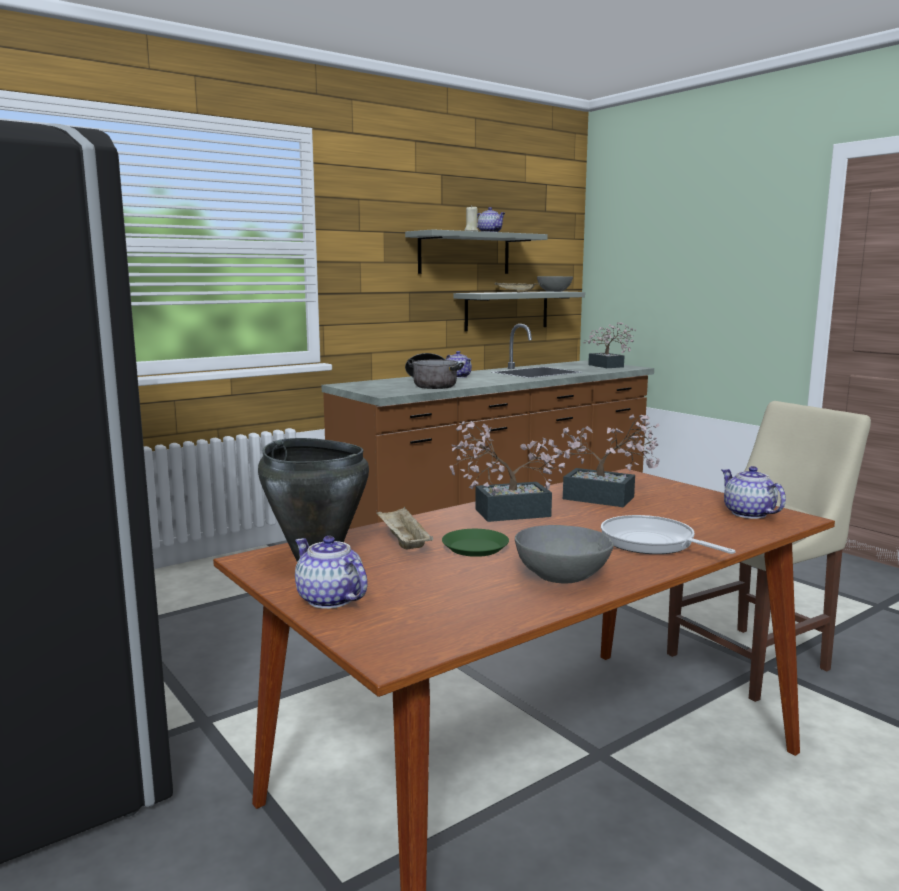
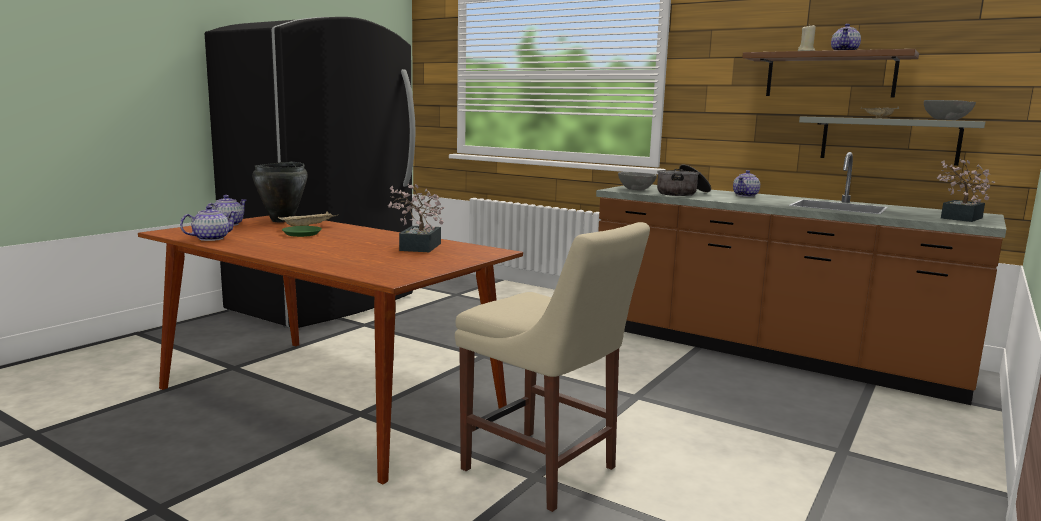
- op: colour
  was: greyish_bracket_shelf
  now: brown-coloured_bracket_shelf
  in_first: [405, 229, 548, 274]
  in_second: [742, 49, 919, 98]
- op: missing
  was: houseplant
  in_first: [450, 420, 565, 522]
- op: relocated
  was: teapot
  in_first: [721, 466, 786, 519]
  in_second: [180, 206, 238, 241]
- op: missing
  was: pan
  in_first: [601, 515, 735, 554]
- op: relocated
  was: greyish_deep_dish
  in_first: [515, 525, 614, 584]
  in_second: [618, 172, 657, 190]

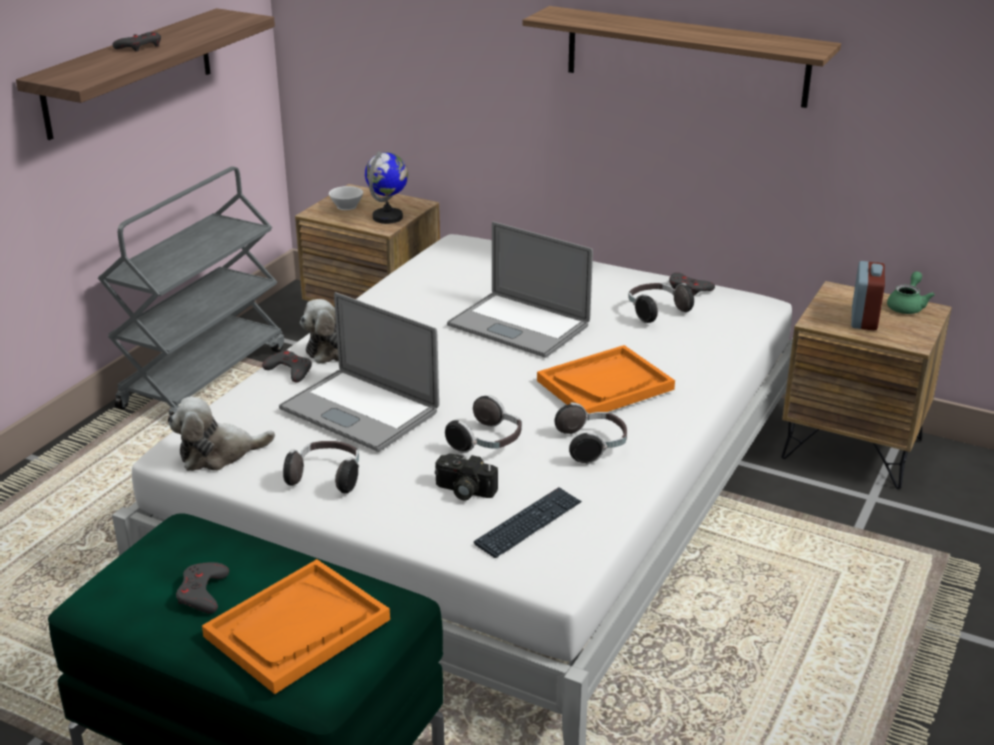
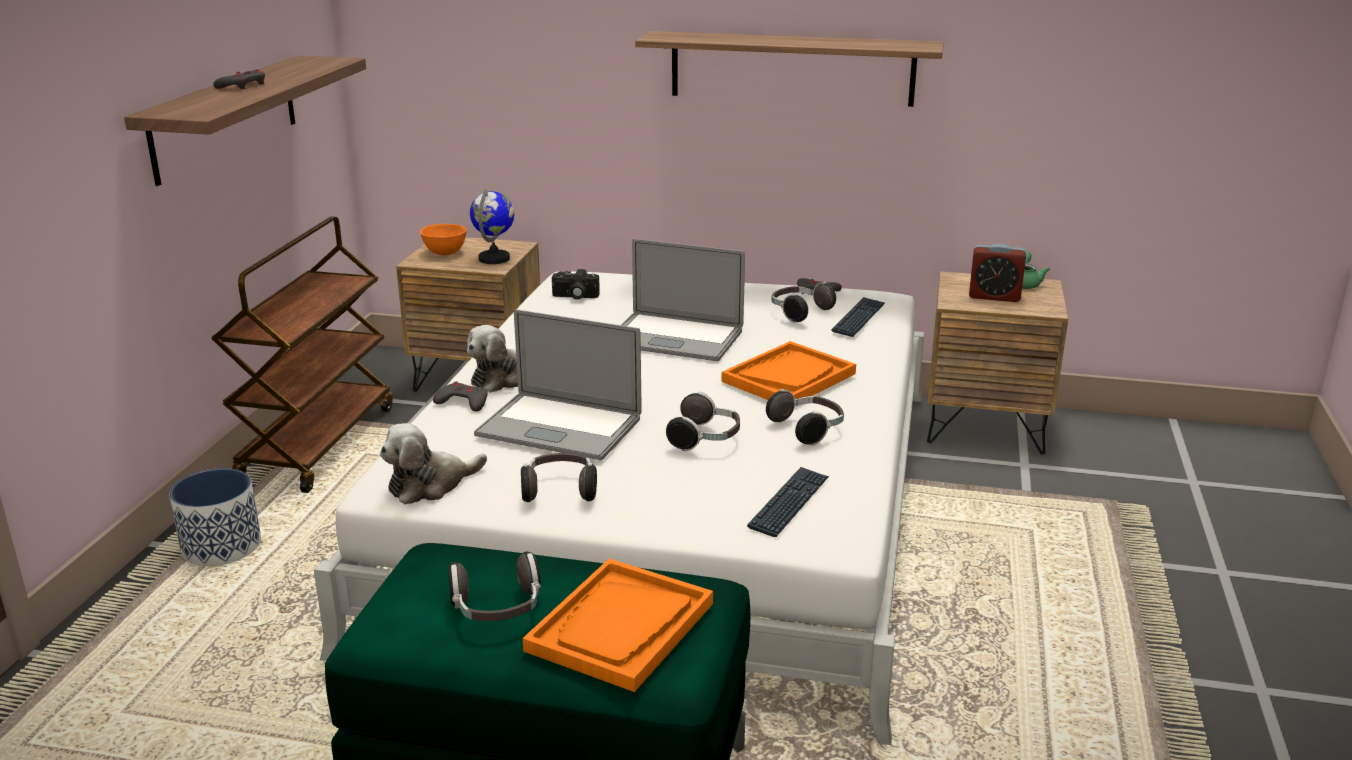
- op: colour
  was: greyish_cart
  now: brown-coloured_cart
  in_first: [98, 166, 284, 423]
  in_second: [211, 216, 393, 493]
- op: exchanged
  was: white-coloured_cup
  now: orange_deep_dish
  in_first: [329, 186, 363, 210]
  in_second: [420, 224, 466, 255]
- op: spun
  was: table_clock
  in_first: [851, 261, 885, 331]
  in_second: [969, 244, 1026, 302]
  clockwise: 105
- op: relocated
  was: photo_camera
  in_first: [435, 453, 498, 500]
  in_second: [552, 269, 600, 300]
- op: exchanged
  was: greyish_joypad
  now: pair_of_headphones
  in_first: [176, 562, 229, 614]
  in_second: [448, 551, 541, 621]
- op: appeared
  now: keyboard
  in_second: [831, 297, 885, 337]
- op: appeared
  now: planter
  in_second: [169, 468, 261, 566]

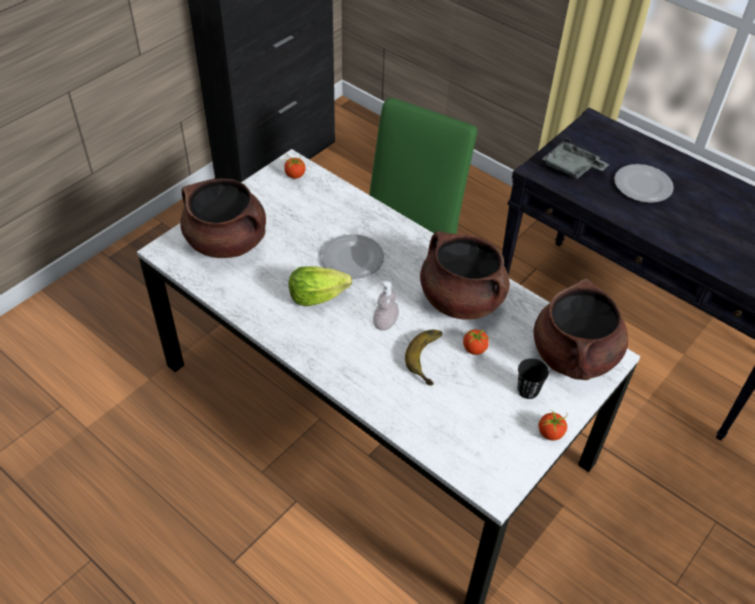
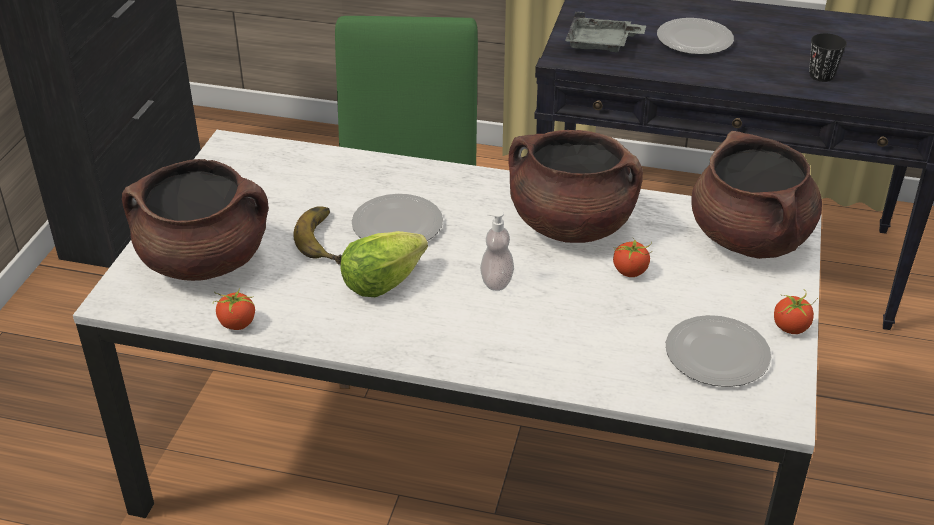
- op: relocated
  was: whole_tomato
  in_first: [284, 155, 306, 179]
  in_second: [213, 290, 255, 330]
- op: relocated
  was: banana
  in_first: [405, 330, 442, 385]
  in_second: [293, 206, 342, 265]
- op: relocated
  was: blackish_cup
  in_first: [517, 358, 549, 399]
  in_second: [809, 33, 847, 82]
- op: appeared
  now: flat_dish
  in_second: [666, 315, 772, 387]

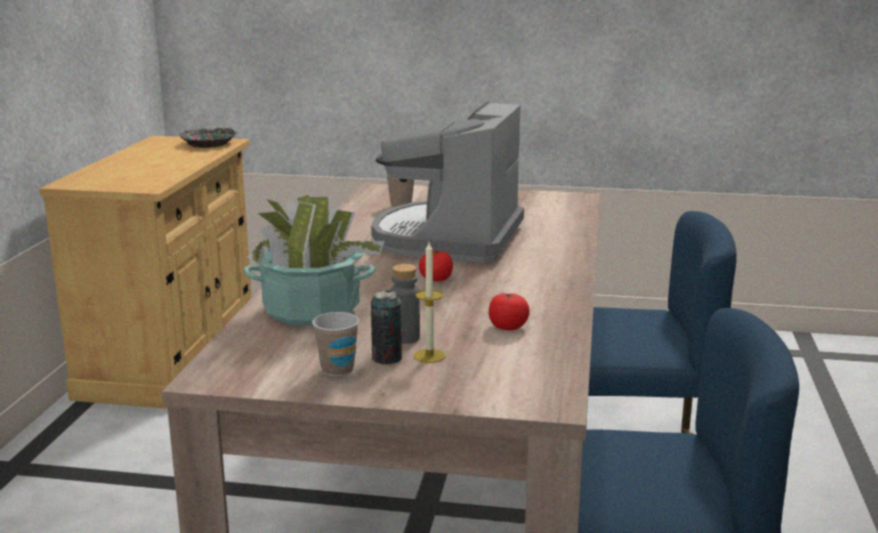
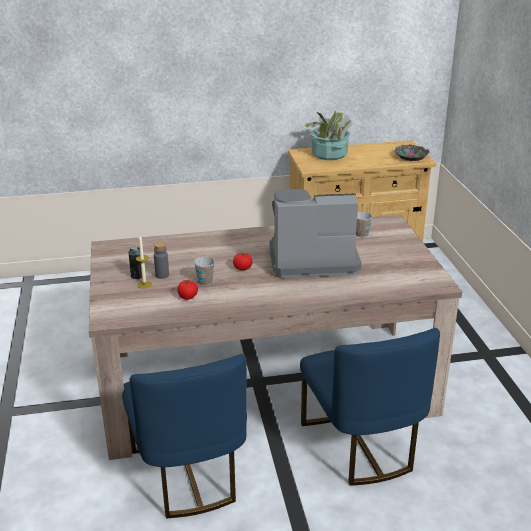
- op: relocated
  was: houseplant
  in_first: [243, 193, 385, 326]
  in_second: [302, 110, 353, 160]
- op: relocated
  was: cup
  in_first: [312, 312, 359, 377]
  in_second: [194, 257, 215, 286]

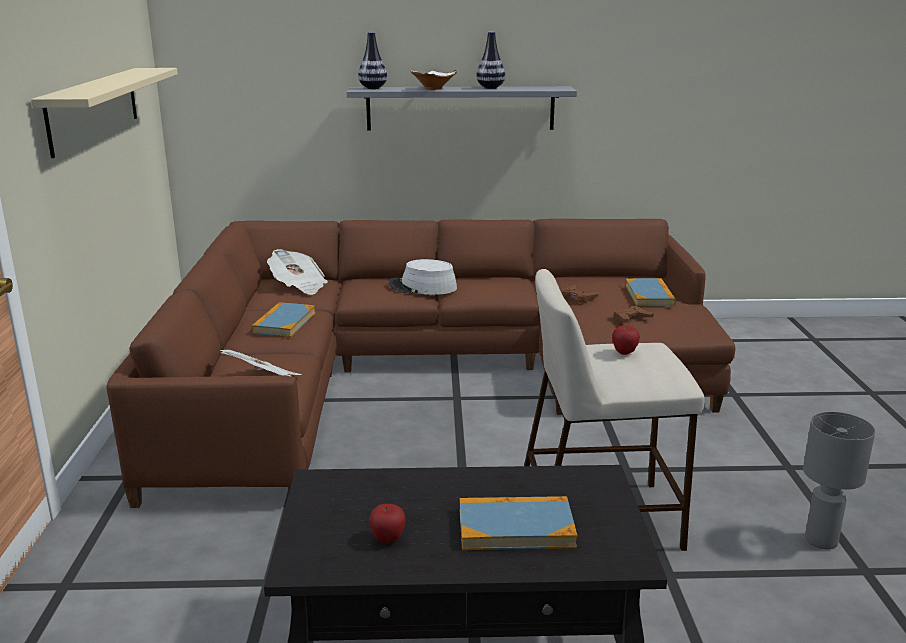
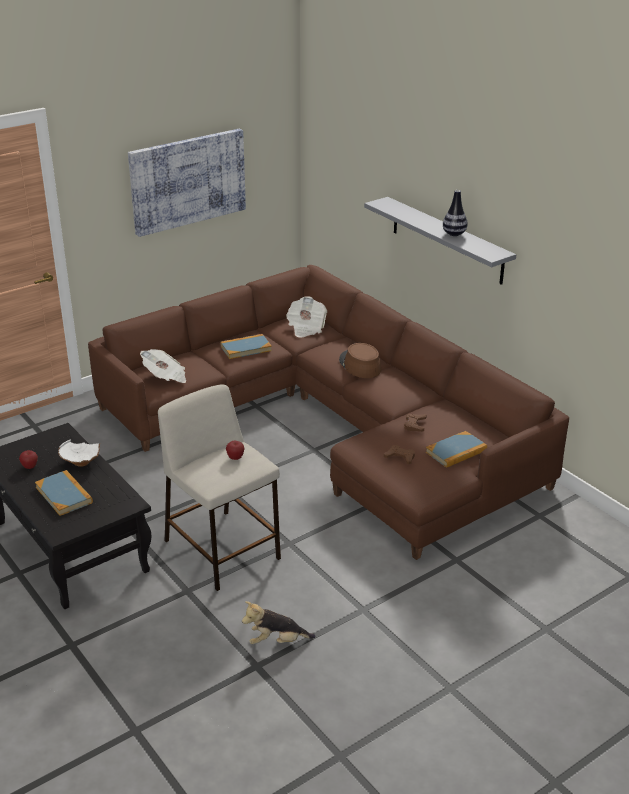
- op: missing
  was: flower_vase
  in_first: [358, 32, 387, 89]
- op: exchanged
  was: beige_bracket_shelf
  now: wall_picture
  in_first: [31, 68, 178, 158]
  in_second: [128, 129, 246, 237]
- op: relocated
  was: white-coloured_deep_dish
  in_first: [411, 70, 457, 90]
  in_second: [58, 440, 100, 467]
- op: colour
  was: greyish_wearable_hat
  now: brown-coloured_wearable_hat
  in_first: [388, 259, 457, 295]
  in_second: [339, 343, 381, 378]
- op: exchanged
  was: greyish_table_lamp
  now: soft_toy
  in_first: [803, 412, 875, 549]
  in_second: [242, 601, 315, 644]

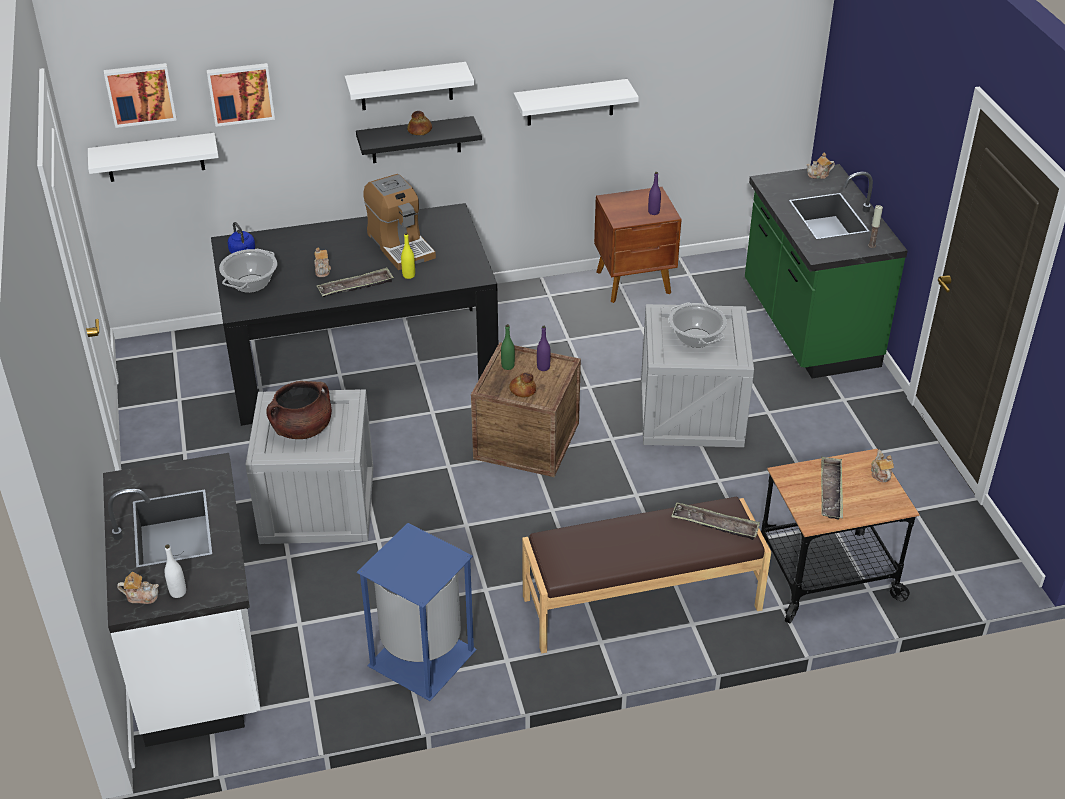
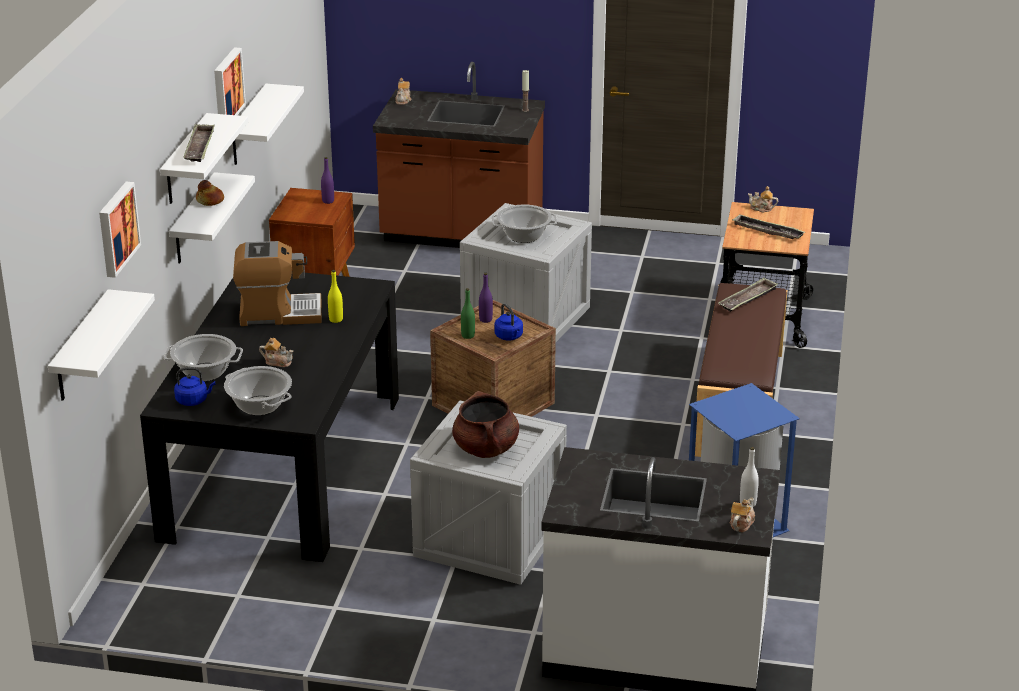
- op: relocated
  was: wall_picture
  in_first: [104, 63, 177, 128]
  in_second: [214, 47, 246, 115]
- op: colour
  was: blackish_bracket_shelf
  now: white-coloured_bracket_shelf
  in_first: [356, 116, 482, 163]
  in_second: [169, 172, 255, 264]
- op: colour
  was: greenish_kitchen_base_unit
  now: brown-coloured_kitchen_base_unit
  in_first: [745, 164, 908, 378]
  in_second: [373, 62, 545, 248]
- op: relocated
  was: serving_tray
  in_first: [317, 267, 394, 297]
  in_second: [183, 124, 215, 162]
- op: exchanged
  was: bakery_bread
  now: blue-coloured_kettle
  in_first: [509, 373, 536, 397]
  in_second: [494, 303, 523, 340]
- op: appeared
  now: cooking_pot
  in_second: [164, 334, 243, 381]

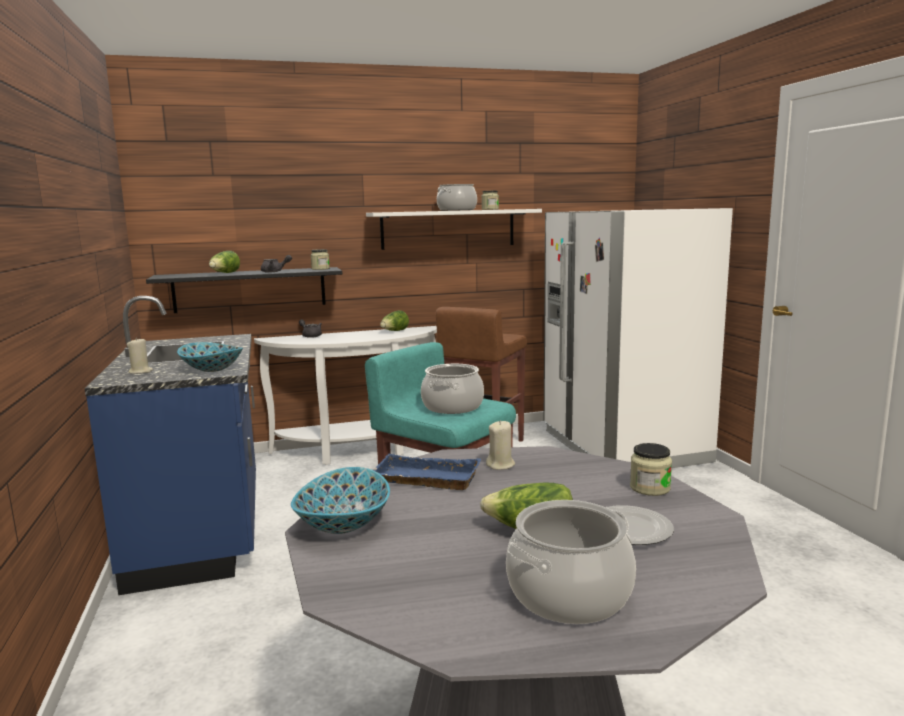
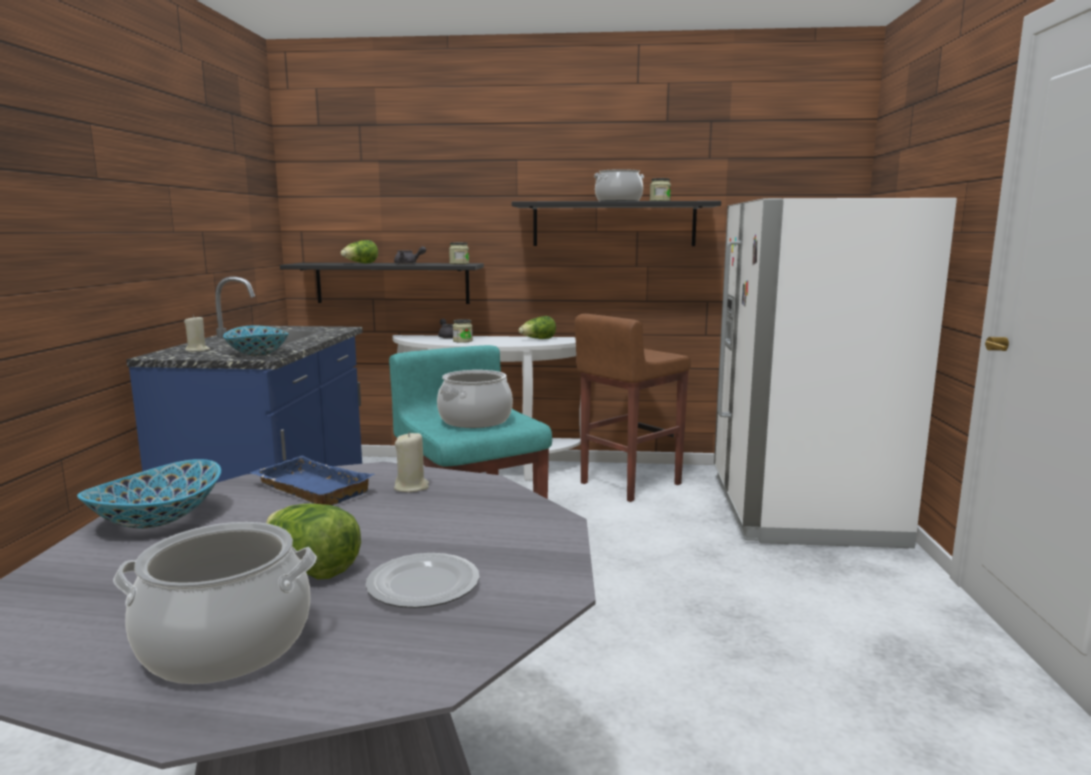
- op: colour
  was: white-coloured_bracket_shelf
  now: blackish_bracket_shelf
  in_first: [366, 209, 542, 250]
  in_second: [512, 201, 721, 246]
- op: relocated
  was: jar
  in_first: [630, 443, 672, 496]
  in_second: [452, 319, 473, 343]

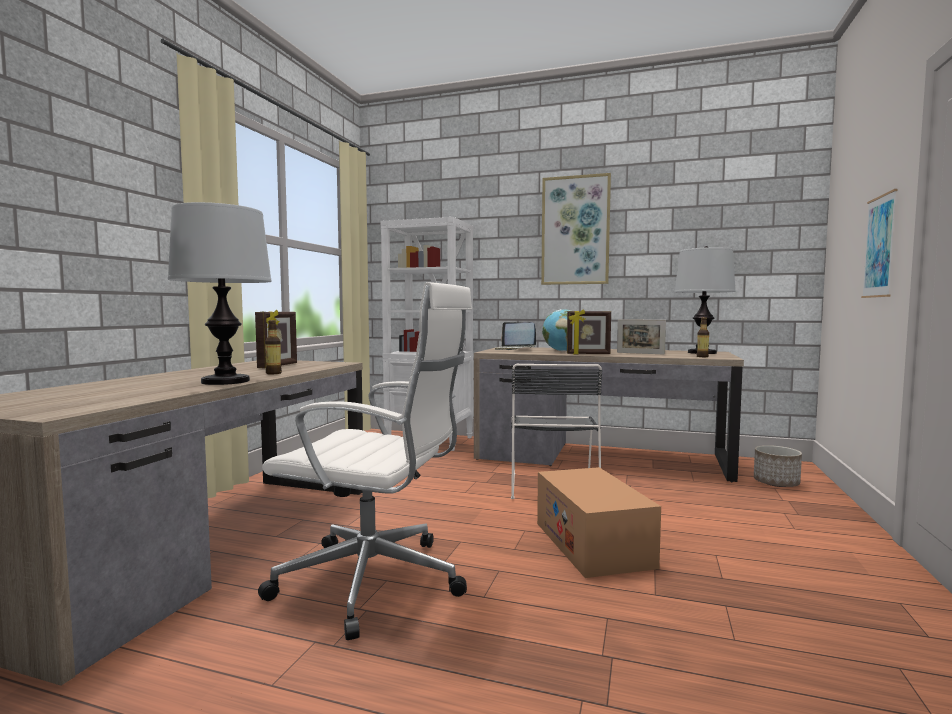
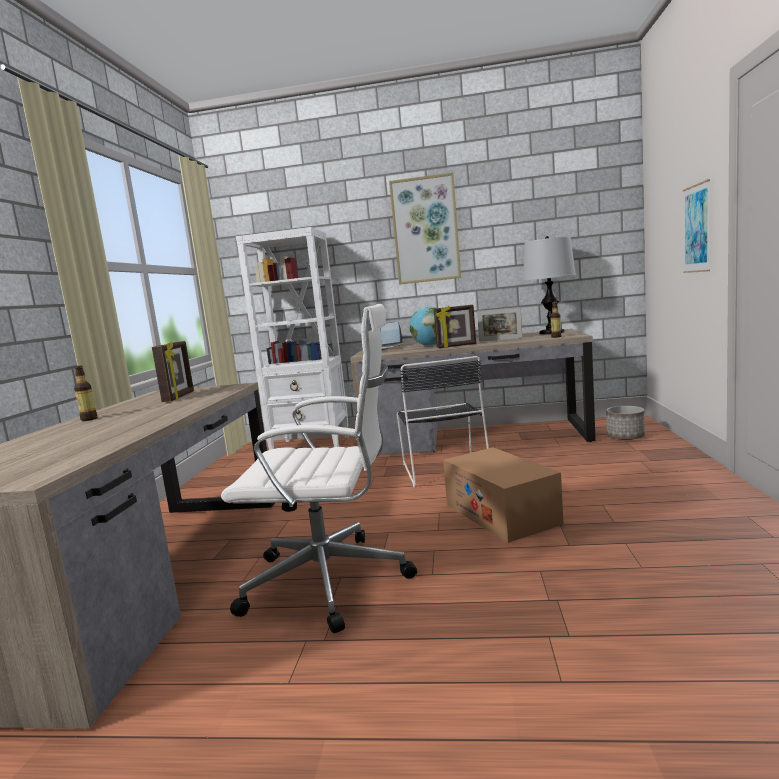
- op: missing
  was: table_lamp
  in_first: [168, 202, 272, 385]
- op: relocated
  was: beverage_bottle
  in_first: [265, 320, 282, 374]
  in_second: [74, 366, 98, 421]

